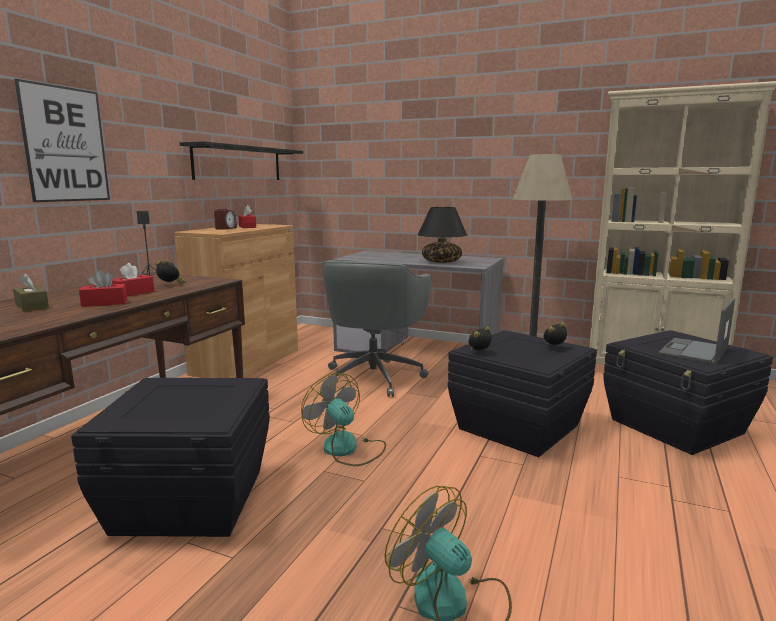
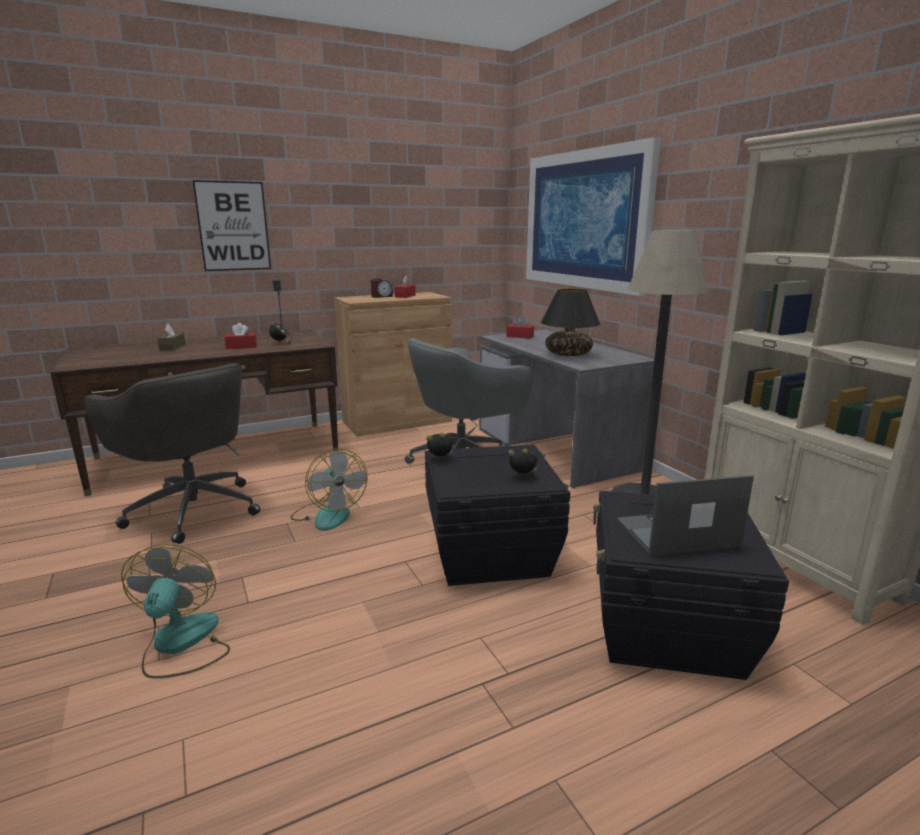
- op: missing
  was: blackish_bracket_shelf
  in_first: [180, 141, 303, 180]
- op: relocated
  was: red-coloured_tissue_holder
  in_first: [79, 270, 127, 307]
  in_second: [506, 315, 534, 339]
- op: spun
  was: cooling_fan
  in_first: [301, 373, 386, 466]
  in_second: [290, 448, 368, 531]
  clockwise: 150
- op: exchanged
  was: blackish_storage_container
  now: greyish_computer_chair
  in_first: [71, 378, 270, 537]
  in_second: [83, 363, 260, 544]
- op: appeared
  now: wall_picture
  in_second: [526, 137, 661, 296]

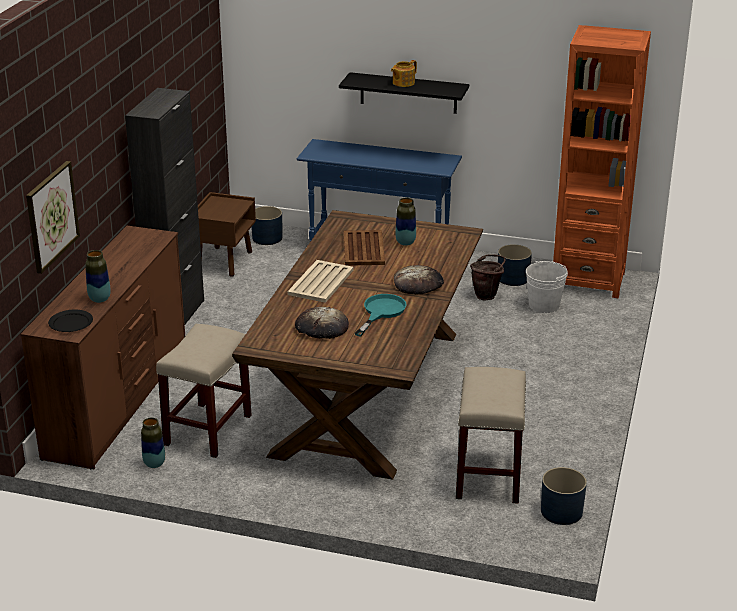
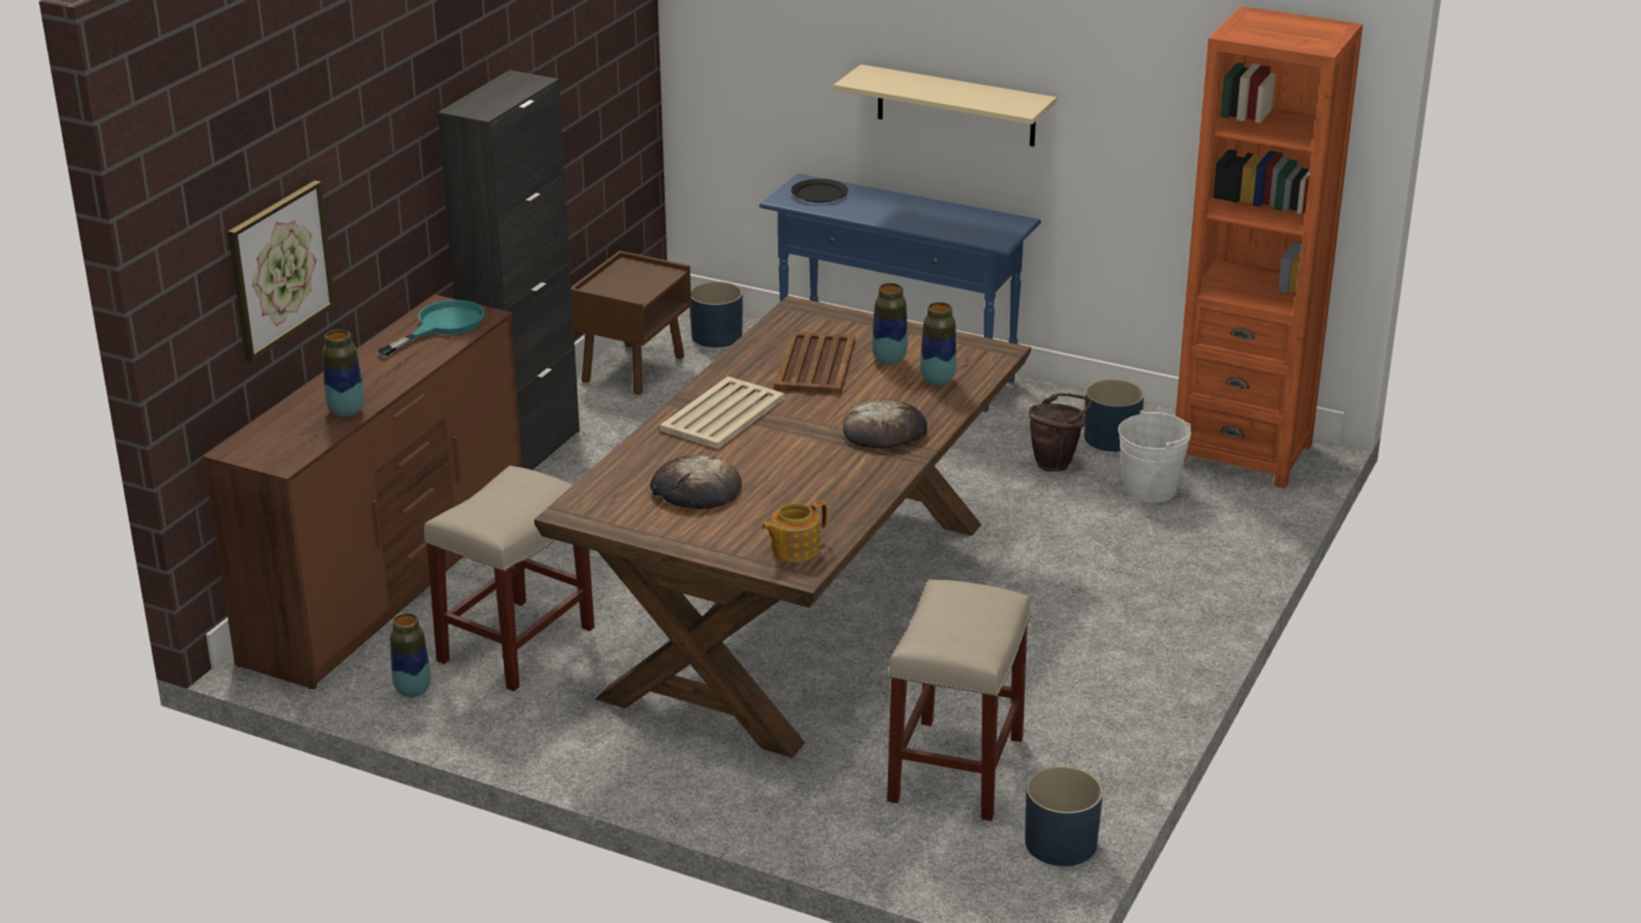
- op: relocated
  was: teapot
  in_first: [391, 60, 417, 87]
  in_second: [761, 501, 828, 562]
- op: colour
  was: blackish_bracket_shelf
  now: beige_bracket_shelf
  in_first: [339, 72, 469, 114]
  in_second: [833, 64, 1057, 147]
- op: relocated
  was: turquoise_pan
  in_first: [355, 294, 407, 337]
  in_second: [378, 300, 485, 356]
- op: relocated
  was: blackish_flat_dish
  in_first: [48, 310, 93, 332]
  in_second: [791, 179, 848, 203]
- op: appeared
  now: flower_vase
  in_second: [920, 302, 956, 385]

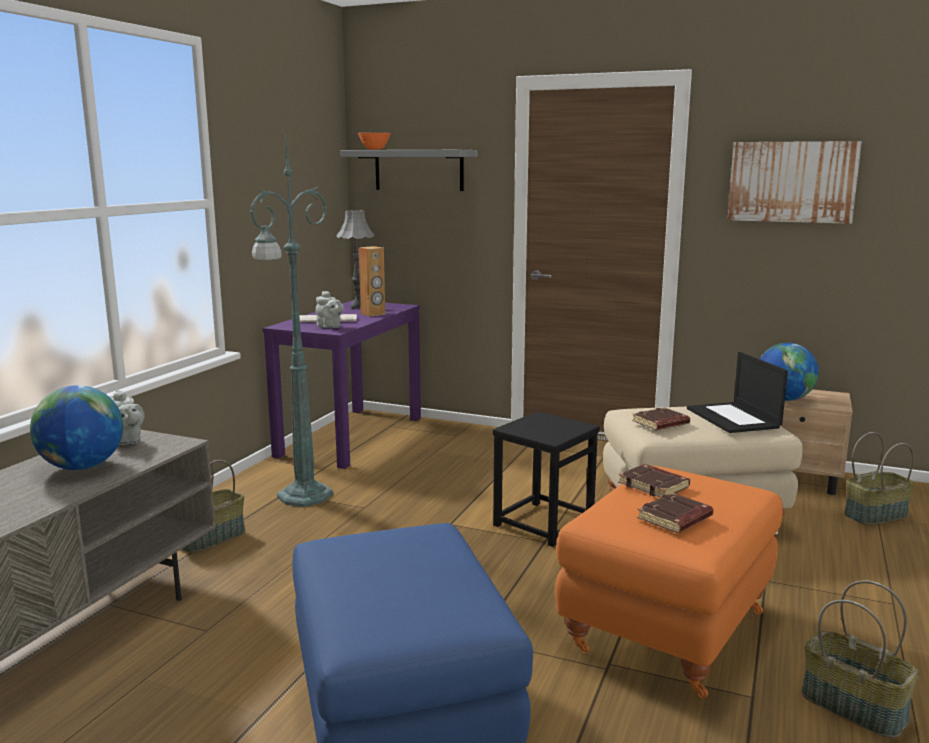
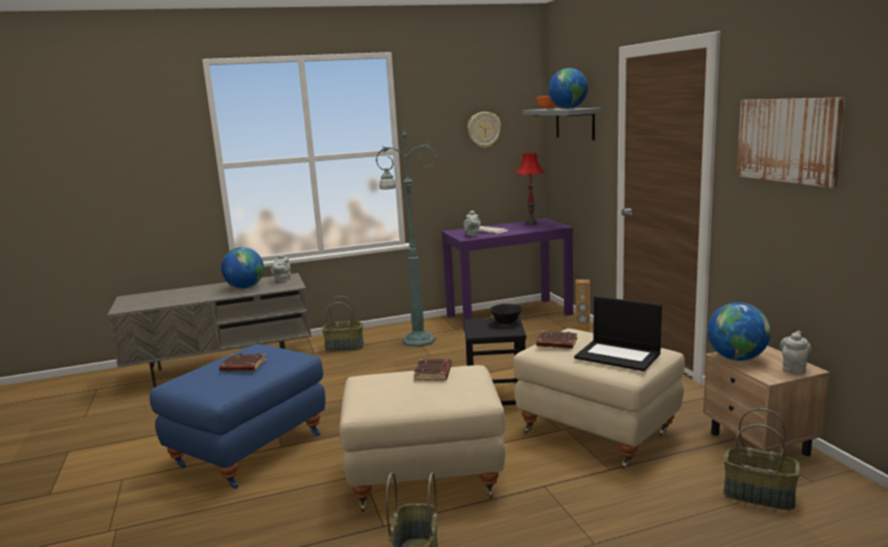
- op: colour
  was: greyish_table_lamp
  now: red-coloured_table_lamp
  in_first: [336, 210, 374, 309]
  in_second: [516, 153, 544, 225]
- op: relocated
  was: brown-coloured_speaker
  in_first: [359, 246, 385, 317]
  in_second: [575, 280, 590, 331]
- op: spun
  was: notebook_computer
  in_first: [687, 352, 788, 433]
  in_second: [574, 296, 662, 371]
  clockwise: -90
- op: colour
  was: orange_pouffe
  now: beige_pouffe
  in_first: [555, 466, 783, 699]
  in_second: [339, 365, 505, 512]
- op: relocated
  was: brown-coloured_volume
  in_first: [637, 493, 713, 533]
  in_second: [219, 353, 267, 371]
- op: appeared
  now: desk_globe
  in_second: [548, 68, 588, 109]
- op: appeared
  now: clock_on_the_wall
  in_second: [468, 112, 501, 148]
- op: appeared
  now: blackish_deep_dish
  in_second: [490, 304, 522, 325]
- op: appeared
  now: greyish_teapot
  in_second: [780, 331, 811, 374]

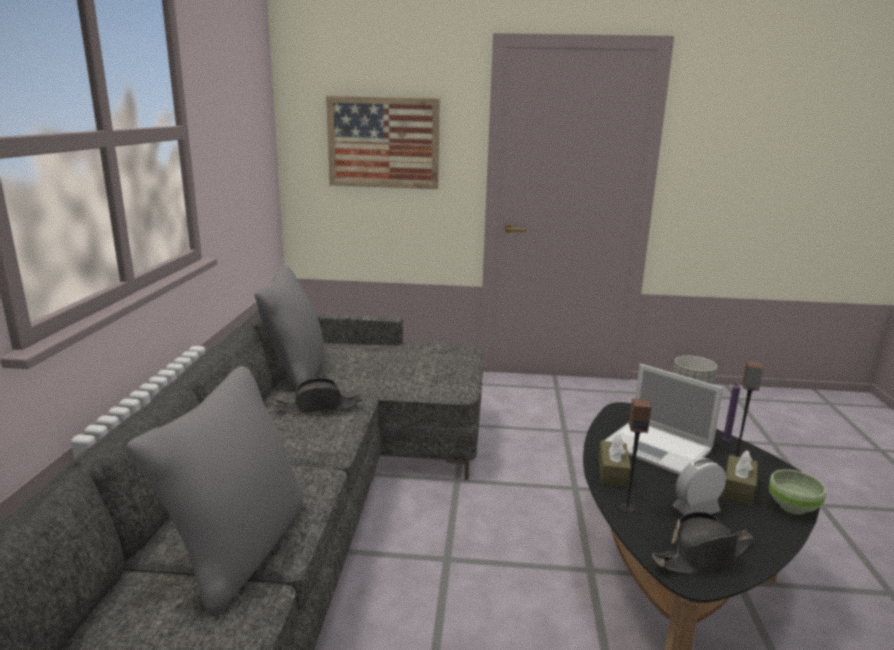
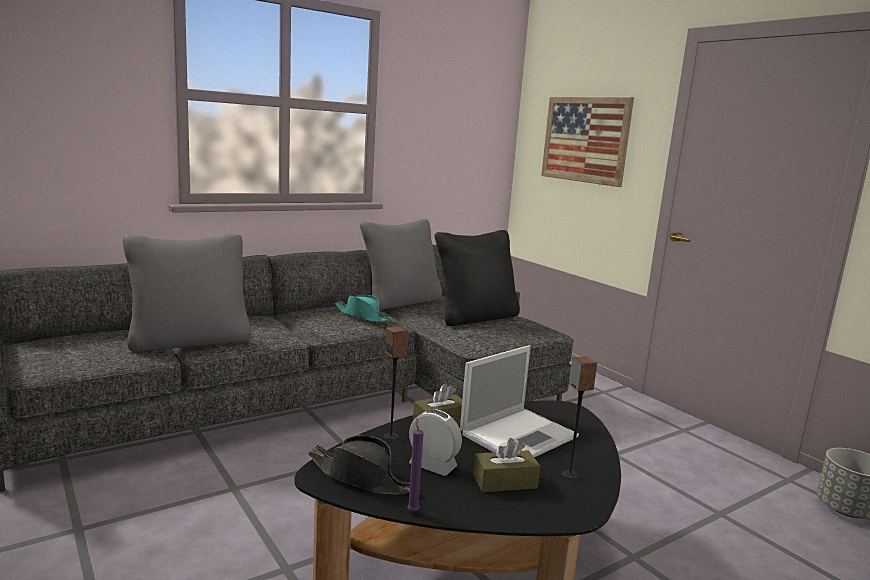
- op: spun
  was: notebook_computer
  in_first: [604, 364, 724, 475]
  in_second: [460, 345, 579, 457]
  clockwise: -135
- op: colour
  was: blackish_wearable_hat
  now: turquoise_wearable_hat
  in_first: [273, 378, 363, 414]
  in_second: [335, 294, 392, 322]
- op: relocated
  was: purple_candle
  in_first: [722, 379, 740, 442]
  in_second: [407, 418, 424, 512]
- op: missing
  was: greenish_deep_dish
  in_first: [769, 469, 826, 515]
- op: appeared
  now: blackish_cushion
  in_second: [435, 230, 520, 326]

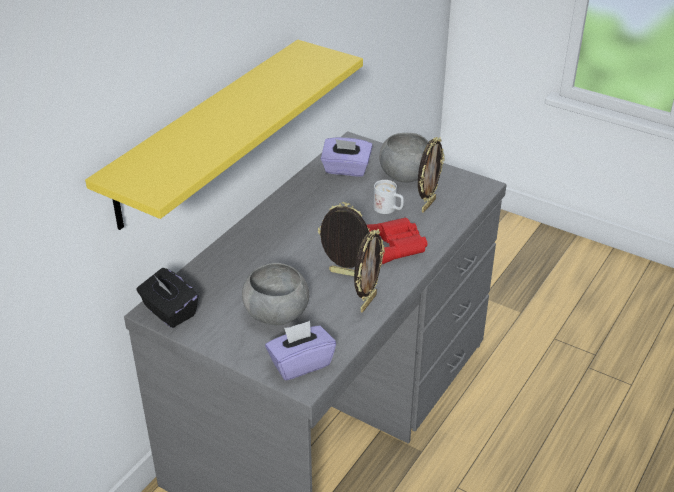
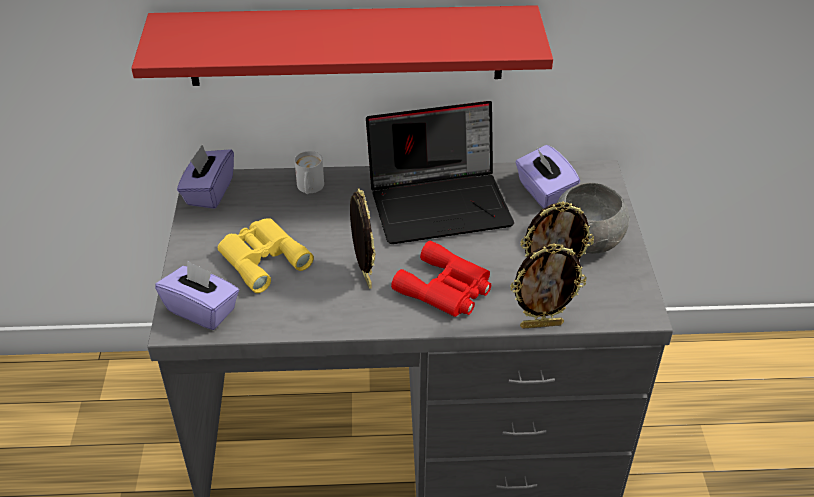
- op: colour
  was: yellowish_bracket_shelf
  now: red-coloured_bracket_shelf
  in_first: [85, 40, 363, 230]
  in_second: [131, 5, 553, 86]
- op: relocated
  was: white-coloured_coffee_mug
  in_first: [373, 180, 404, 214]
  in_second: [294, 151, 324, 194]
- op: relocated
  was: photo_frame
  in_first: [354, 229, 385, 313]
  in_second: [510, 243, 587, 329]
- op: exchanged
  was: greyish_deep_dish
  now: yellowish_binoculars
  in_first: [242, 263, 309, 325]
  in_second: [218, 218, 314, 293]
- op: colour
  was: blackish_tissue_holder
  now: purple_tissue_holder
  in_first: [136, 268, 198, 328]
  in_second: [177, 145, 234, 209]
- op: appeared
  now: notebook_computer
  in_second: [366, 101, 514, 244]

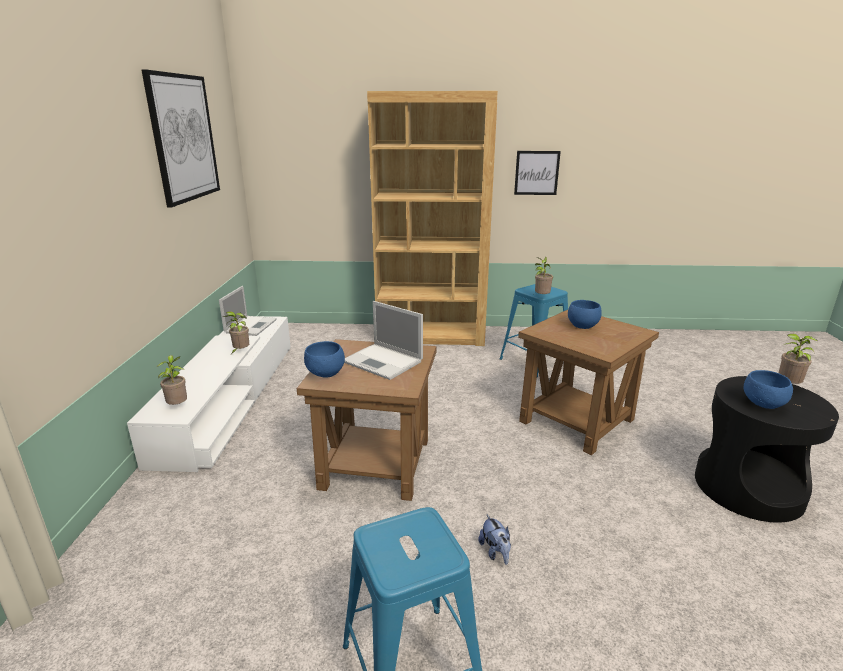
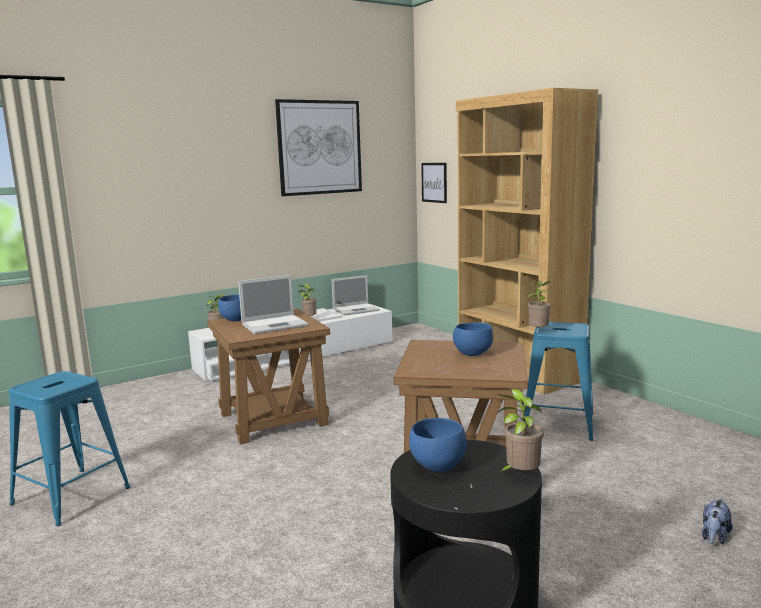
- op: relocated
  was: wall_picture
  in_first: [514, 151, 561, 195]
  in_second: [421, 163, 447, 203]
- op: spun
  was: notebook_computer
  in_first: [344, 301, 423, 380]
  in_second: [238, 275, 309, 334]
  clockwise: -120
- op: relocated
  was: soft_toy
  in_first: [478, 515, 511, 565]
  in_second: [702, 498, 732, 544]

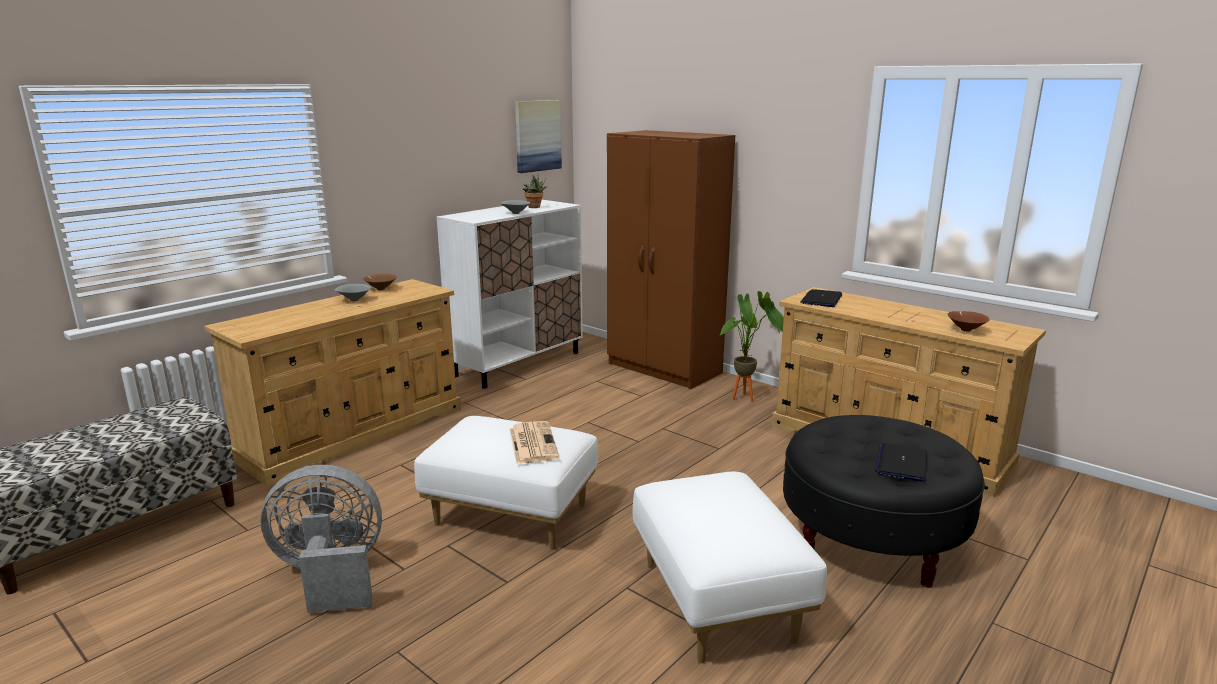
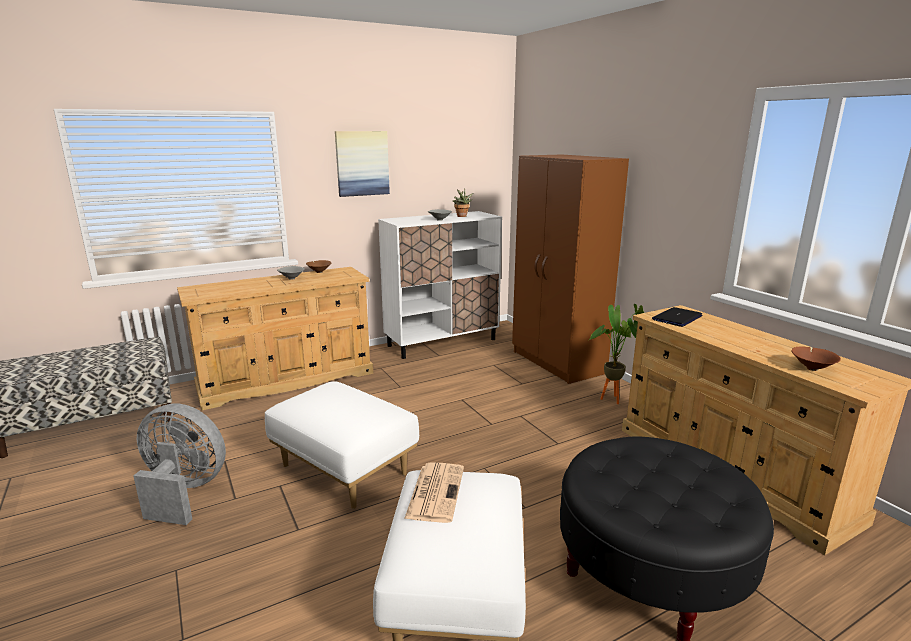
- op: relocated
  was: wall_picture
  in_first: [515, 100, 562, 173]
  in_second: [335, 131, 390, 197]
- op: relocated
  was: daily_paper
  in_first: [510, 421, 560, 464]
  in_second: [404, 462, 464, 523]
- op: missing
  was: notebook_computer
  in_first: [875, 443, 927, 482]

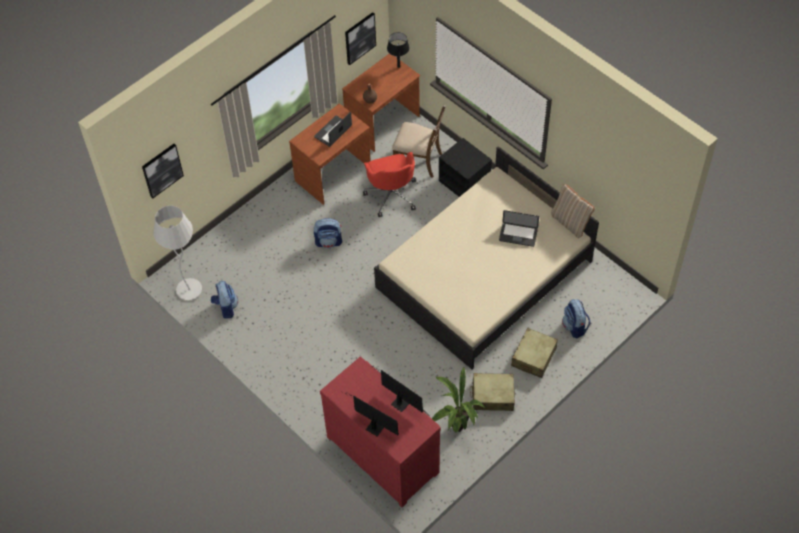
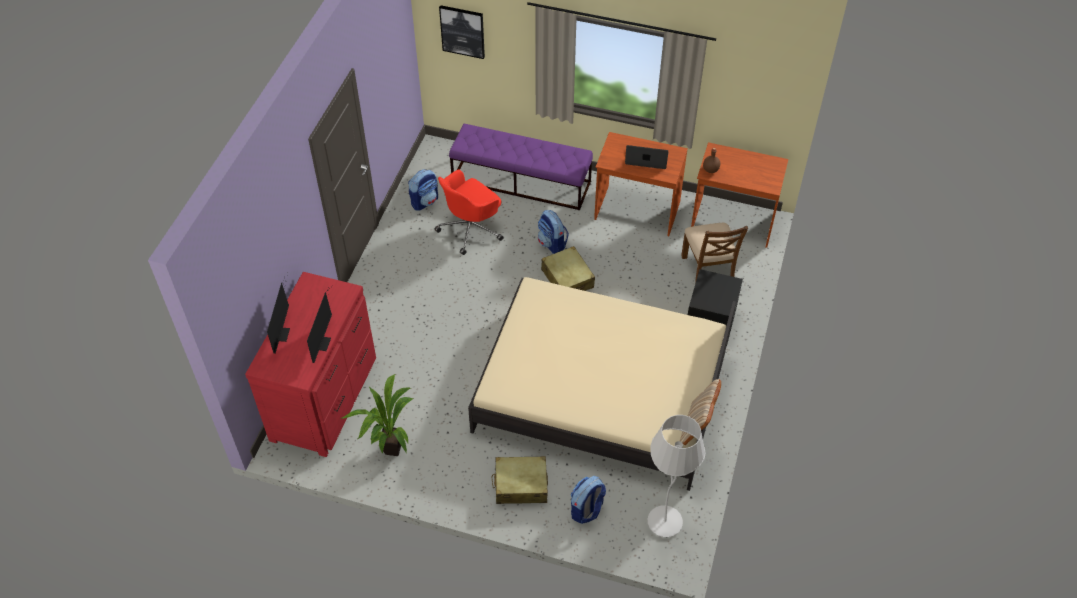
- op: missing
  was: wall_picture
  in_first: [345, 12, 376, 65]
- op: missing
  was: blackish_table_lamp
  in_first: [387, 32, 409, 68]
- op: relocated
  was: red-coloured_computer_chair
  in_first: [363, 152, 416, 217]
  in_second: [435, 169, 504, 255]
- op: relocated
  was: white-coloured_standing_lamp
  in_first: [153, 205, 202, 300]
  in_second: [648, 415, 706, 537]
- op: missing
  was: notebook_computer
  in_first: [499, 210, 539, 247]
- op: relocated
  was: beige_suitcase
  in_first: [470, 373, 515, 411]
  in_second: [541, 246, 595, 291]
- op: appeared
  now: purple_long_seat
  in_second: [449, 124, 593, 210]

